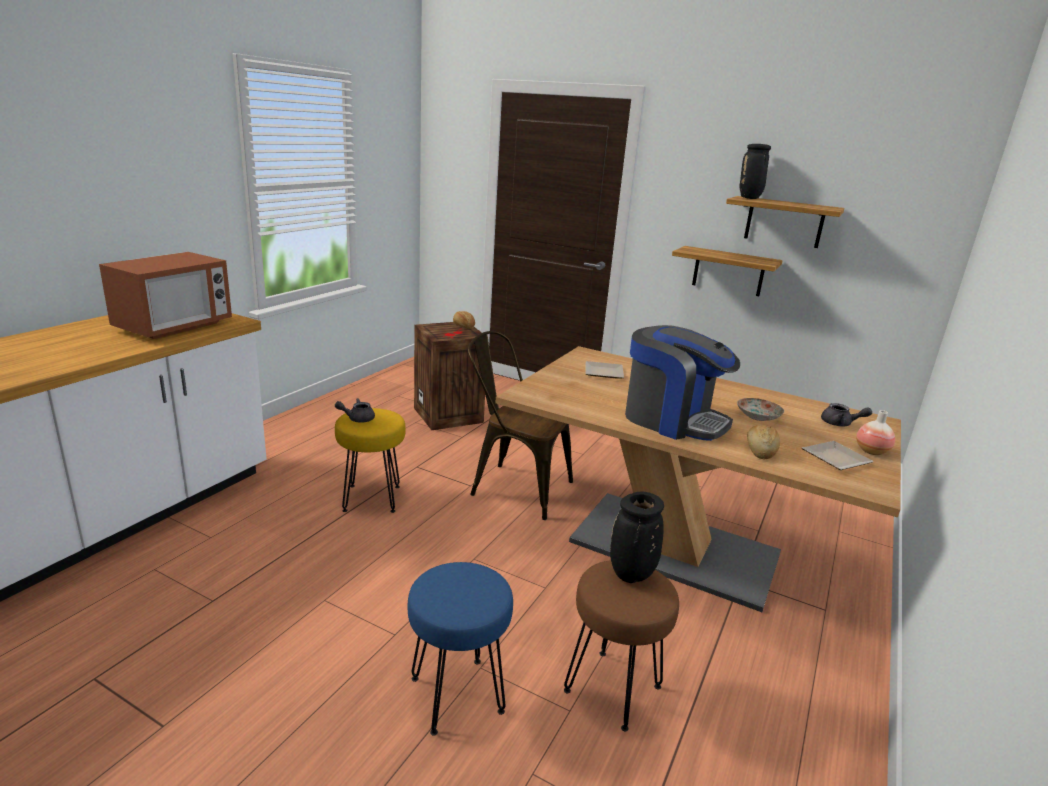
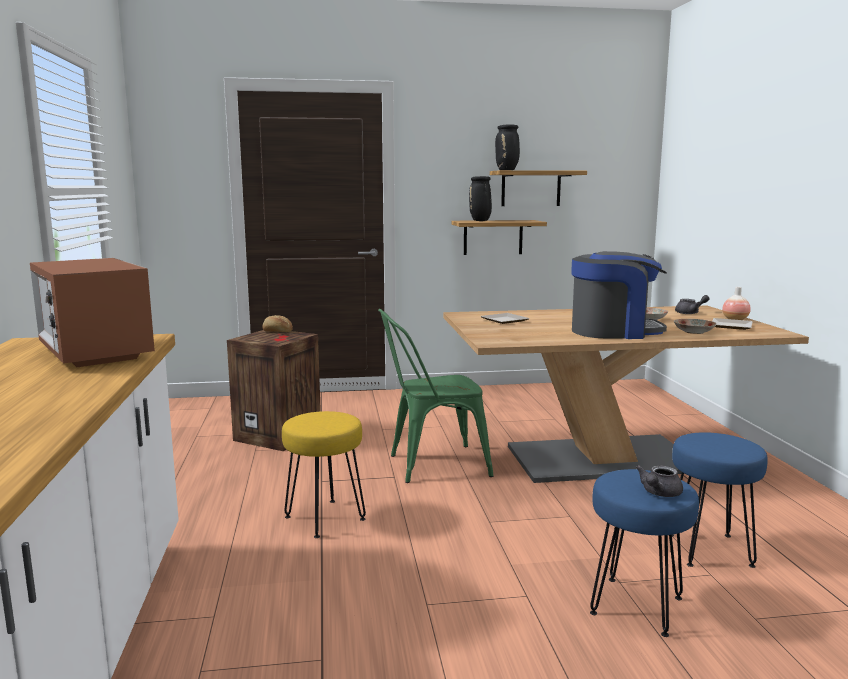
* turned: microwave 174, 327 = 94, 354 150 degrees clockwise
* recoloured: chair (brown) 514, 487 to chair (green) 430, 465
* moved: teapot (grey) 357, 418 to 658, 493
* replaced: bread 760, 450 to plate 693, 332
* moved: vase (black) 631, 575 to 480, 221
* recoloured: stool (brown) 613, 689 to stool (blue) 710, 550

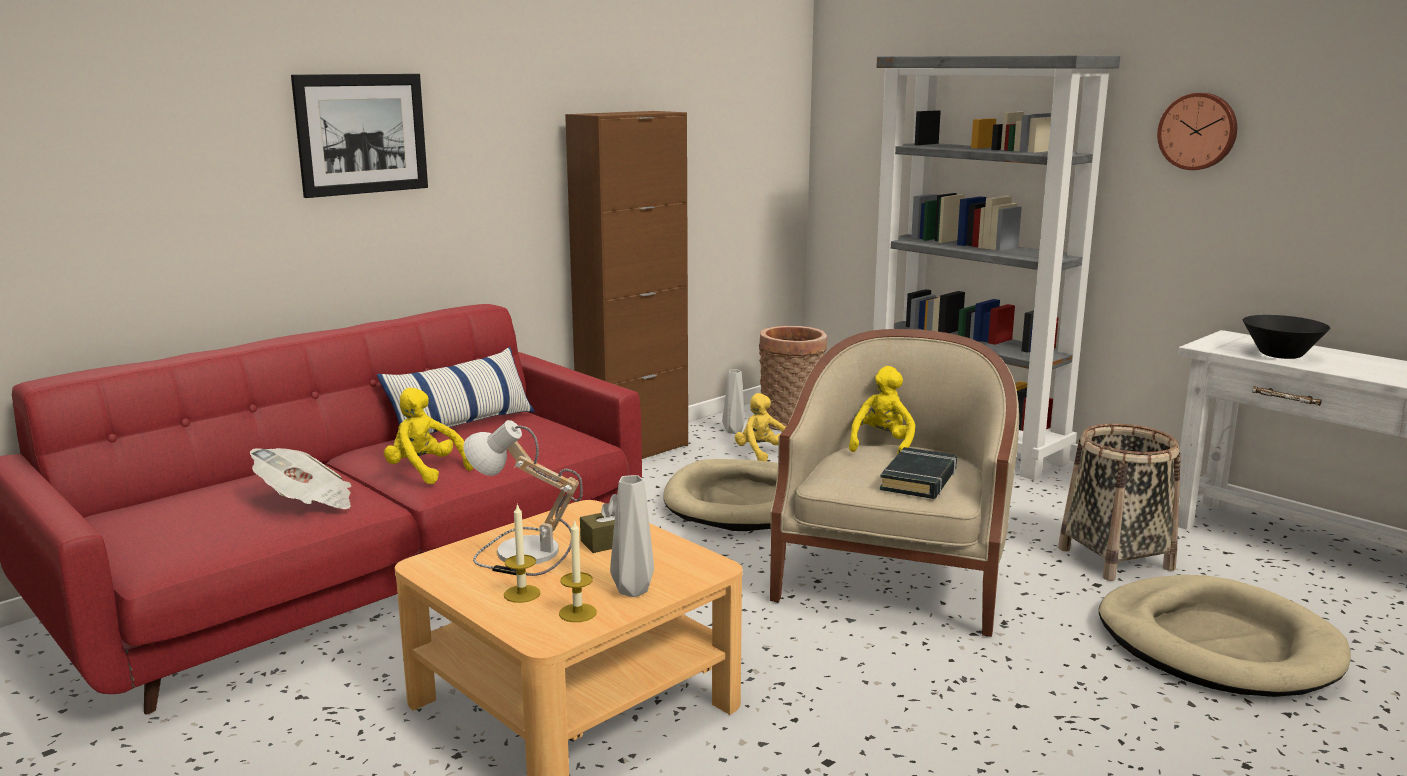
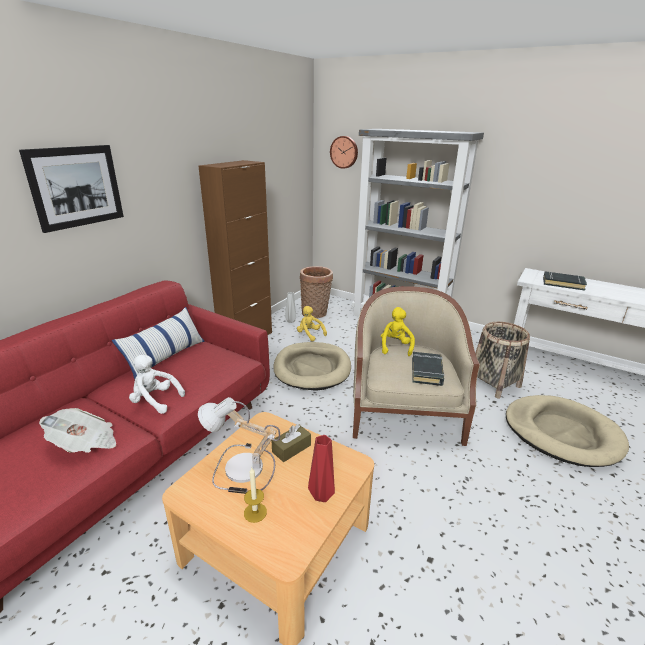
* moved: wall clock 1198, 131 to 344, 152
* replaced: bowl (black) 1280, 355 to book (black) 563, 283
* recoloured: plush toy (yellow) 425, 471 to plush toy (white) 155, 401
* recoloured: vase (grey) 633, 590 to vase (red) 321, 494
* removed: candle 577, 613

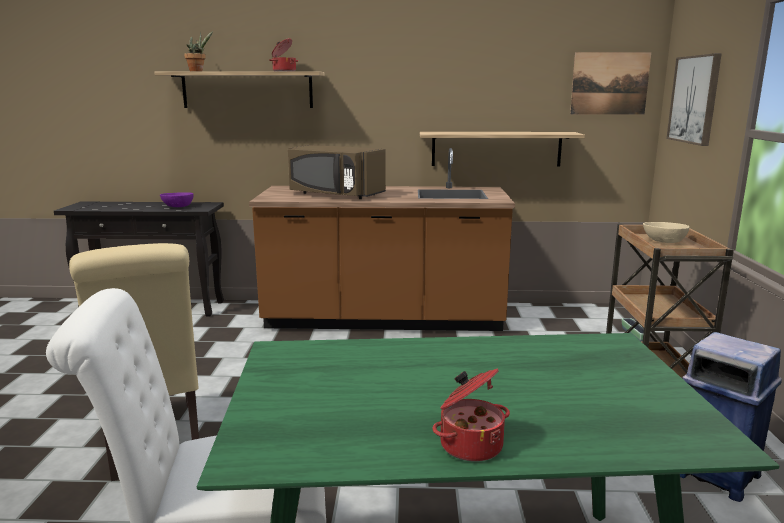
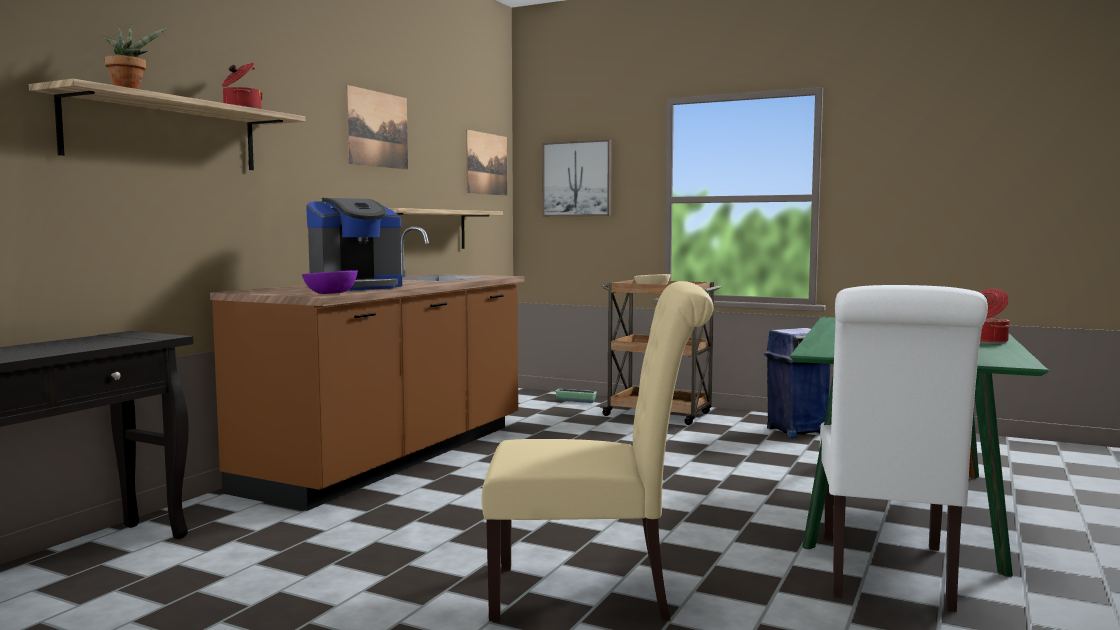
* replaced: microwave (brown) 335, 194 to coffee machine 356, 287
* moved: bowl (purple) 178, 207 to 331, 293
* added: picture 377, 129

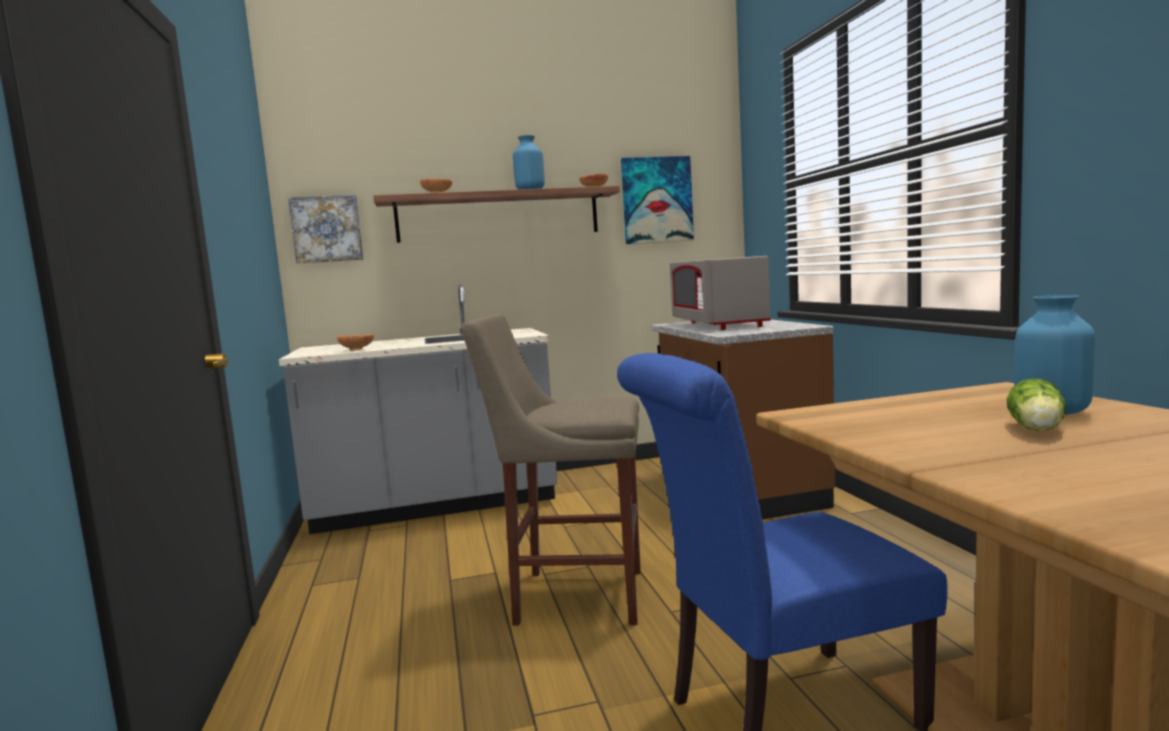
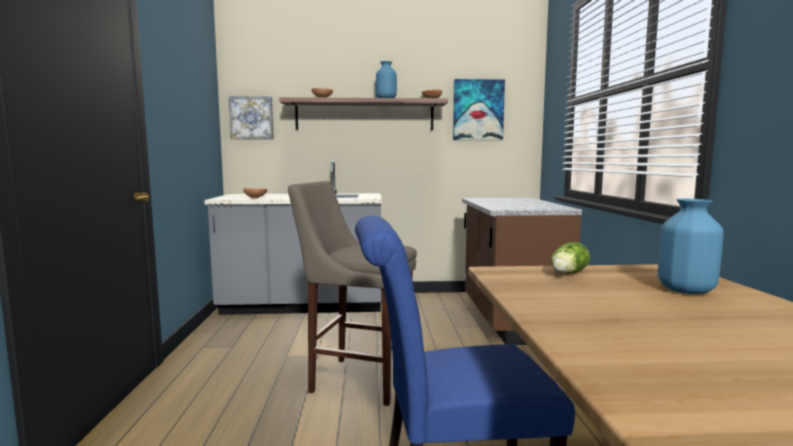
* removed: microwave (grey) 718, 325
* moved: lettuce 1036, 430 to 567, 273

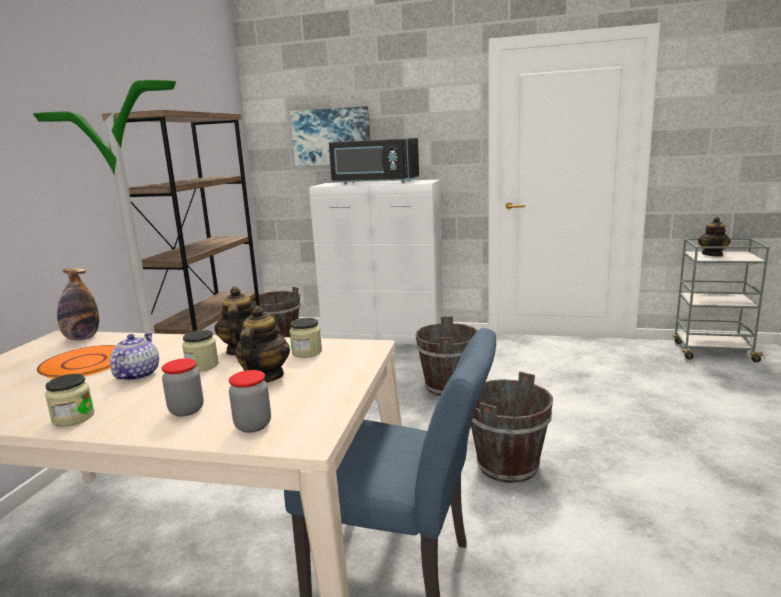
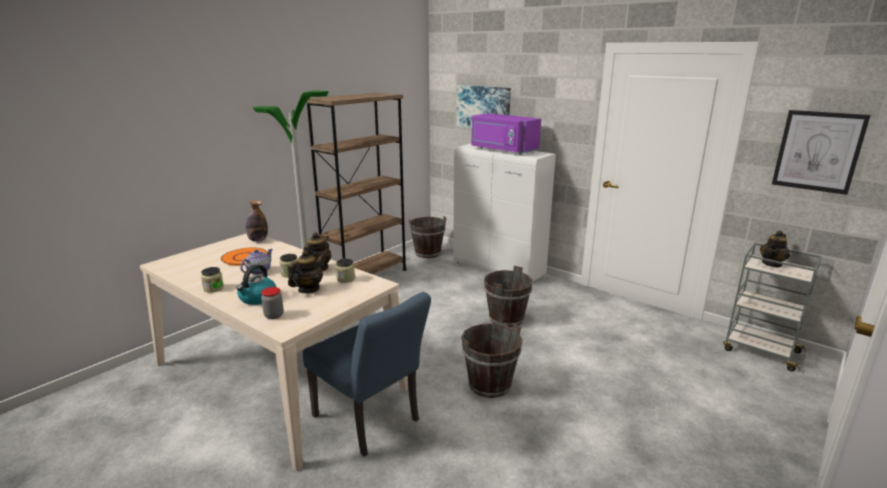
* recoloured: microwave (black) 374, 183 to microwave (purple) 502, 150
* replaced: jar 186, 410 to kettle 257, 298
* added: picture 818, 151

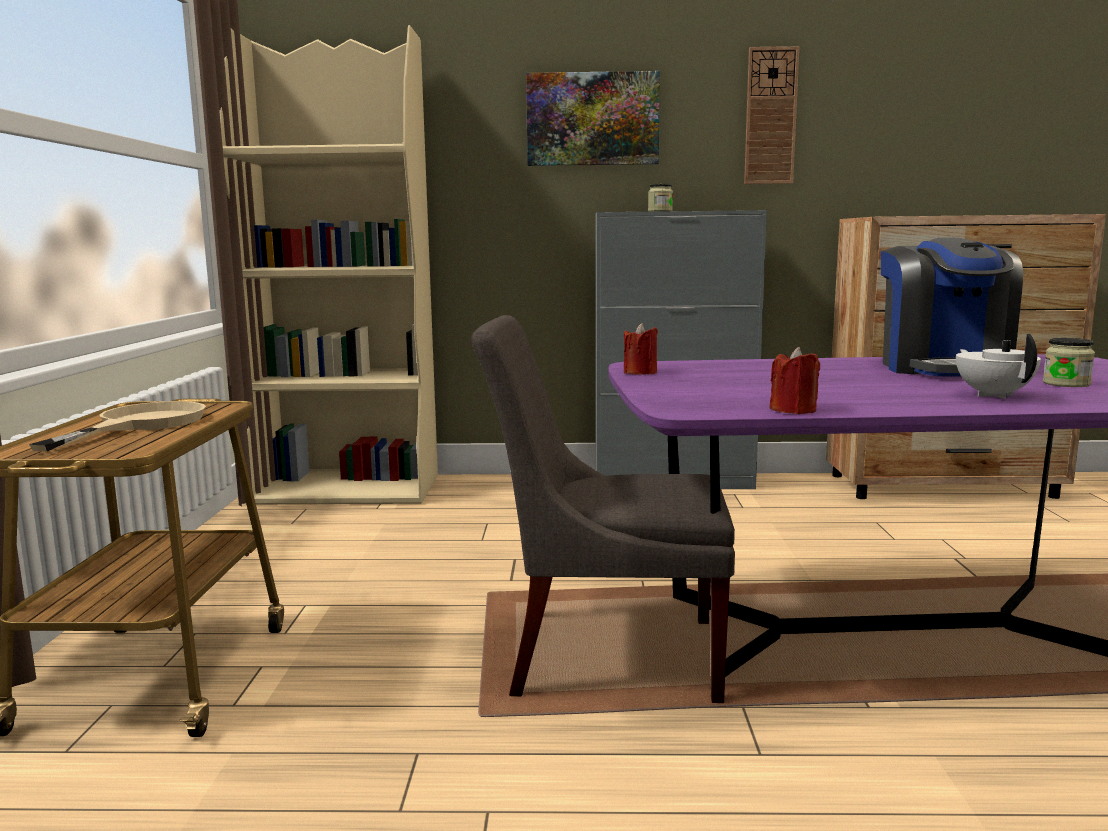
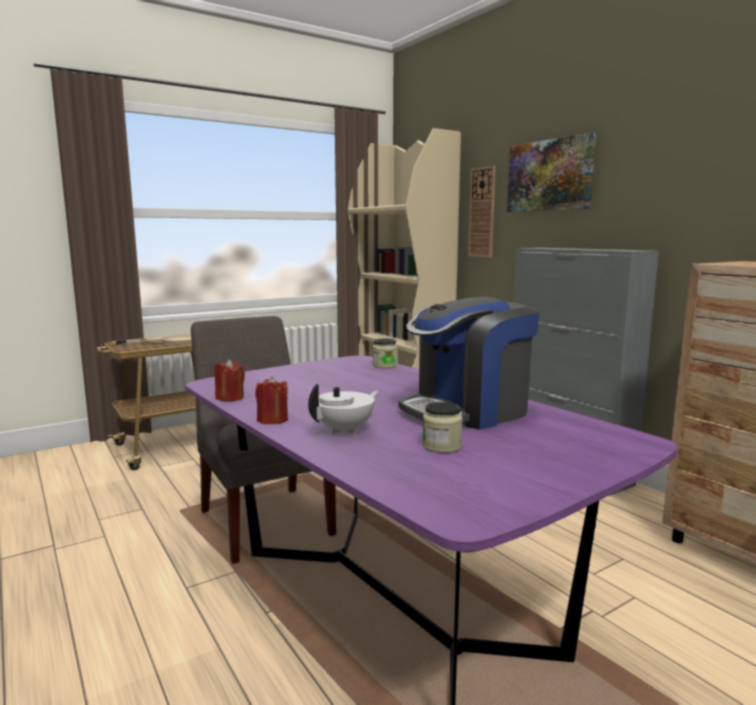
* moved: wall clock 770, 116 to 482, 212
* moved: jar 660, 211 to 384, 365
* moved: candle (red) 640, 373 to 272, 420

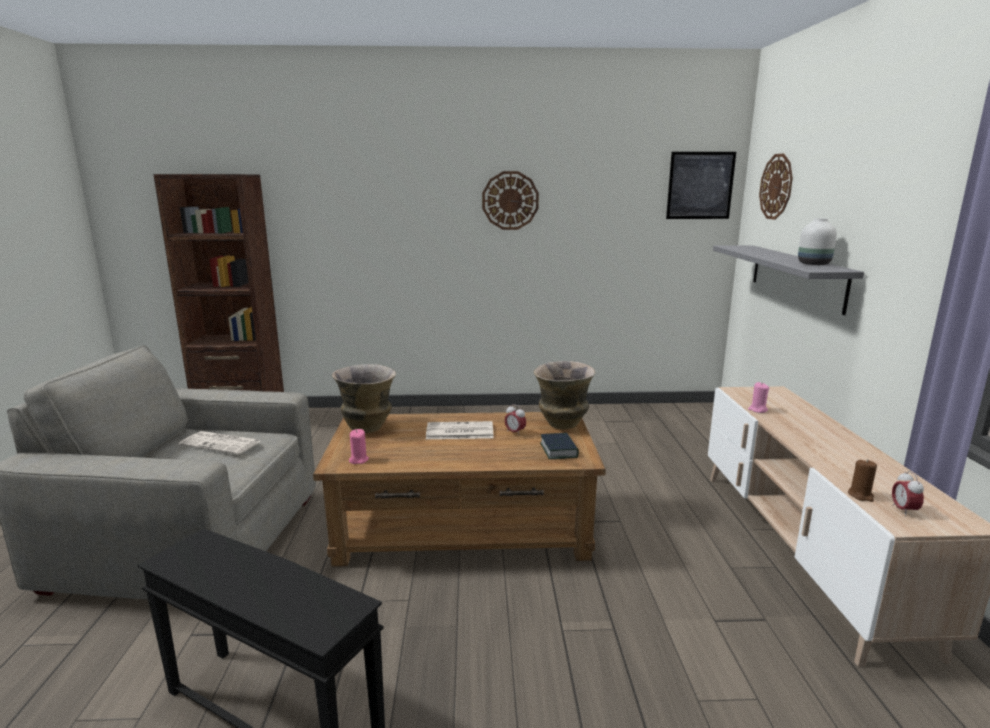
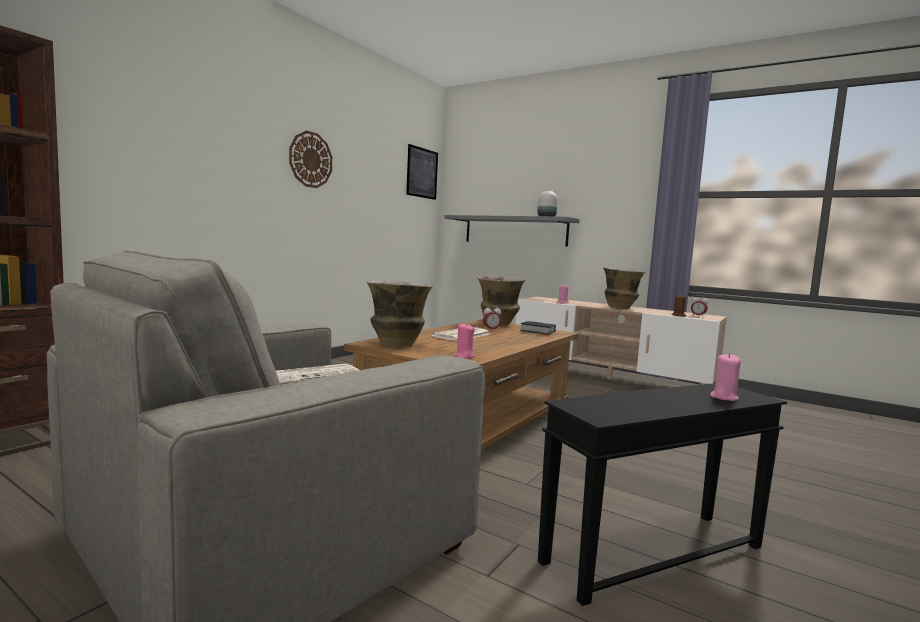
* removed: wall clock 776, 186
* added: vase 620, 308
* added: candle (pink) 723, 397

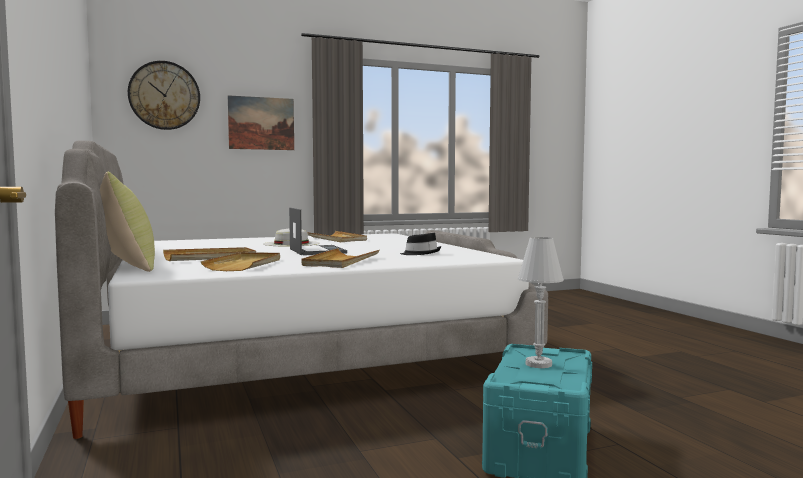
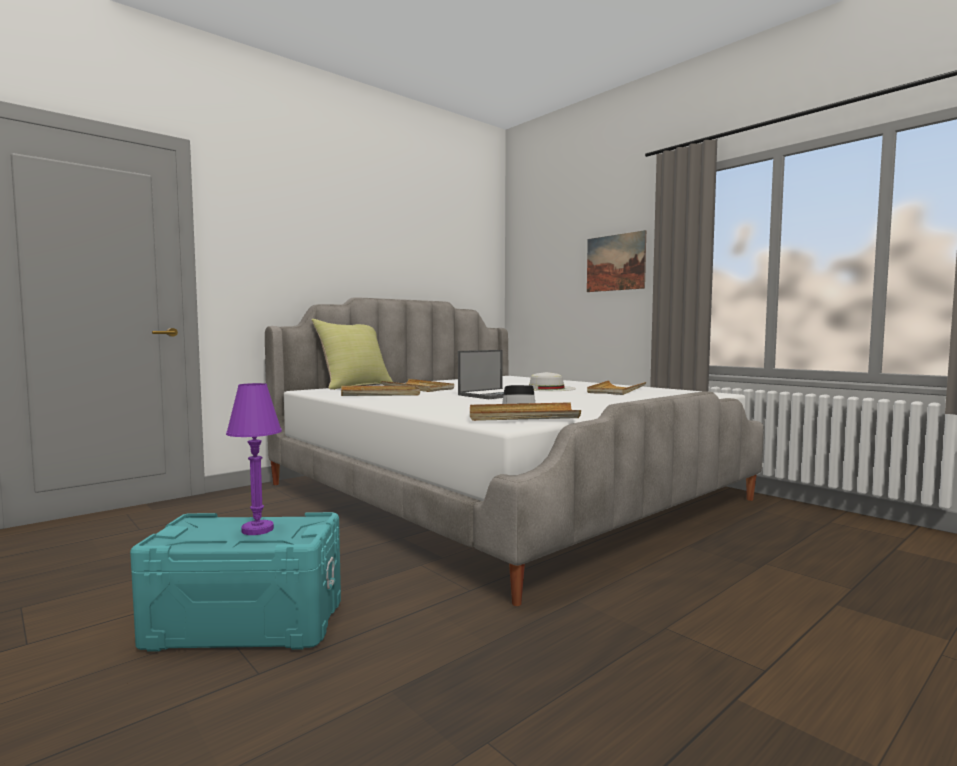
* removed: wall clock 164, 95
* recoloured: table lamp (white) 538, 364 to table lamp (purple) 257, 530
* moved: tray (beige) 341, 261 to 522, 416

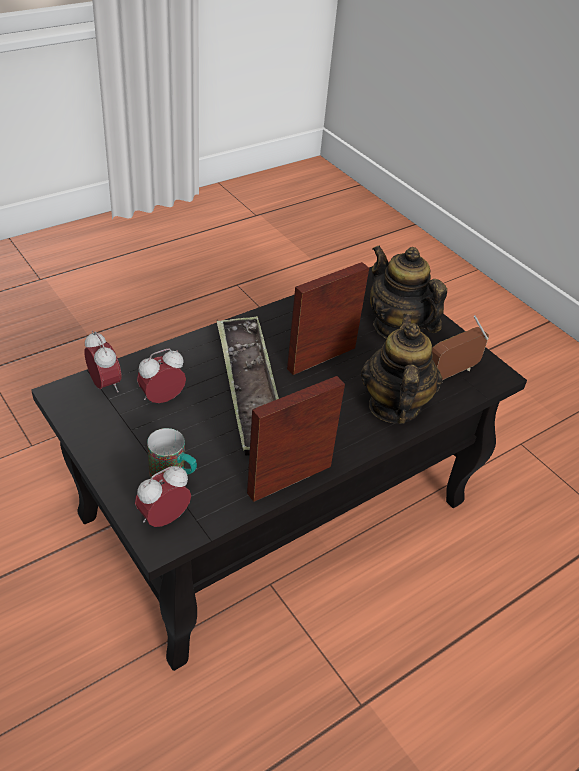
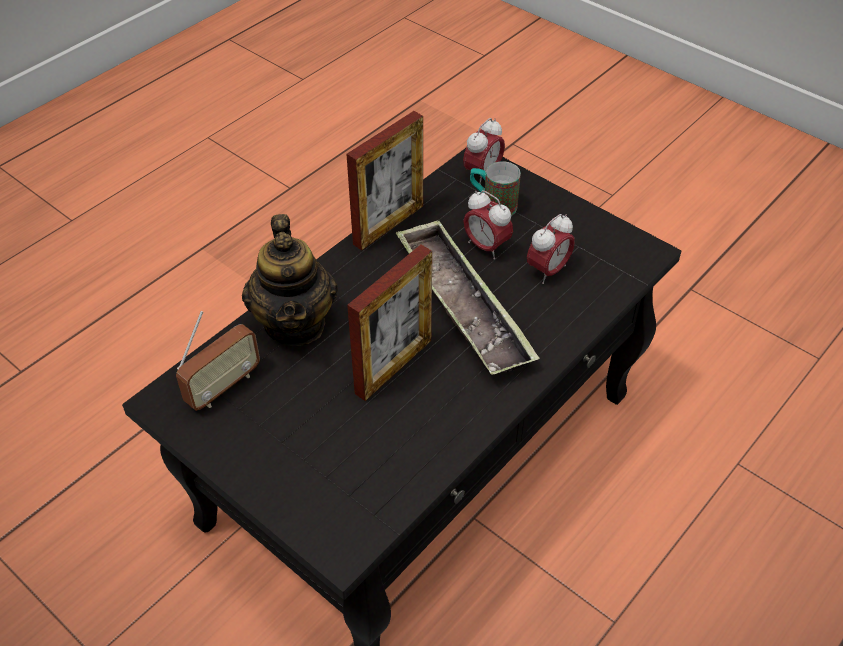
* removed: teapot 396, 327
* moved: alarm clock 105, 384 to 486, 247

